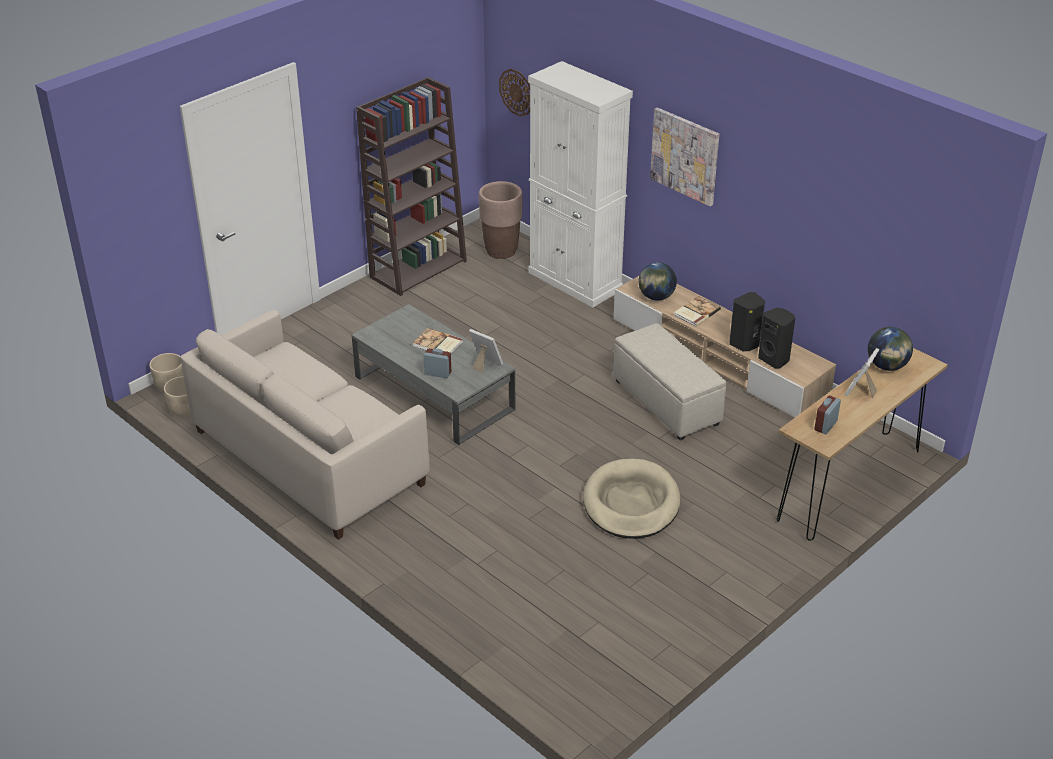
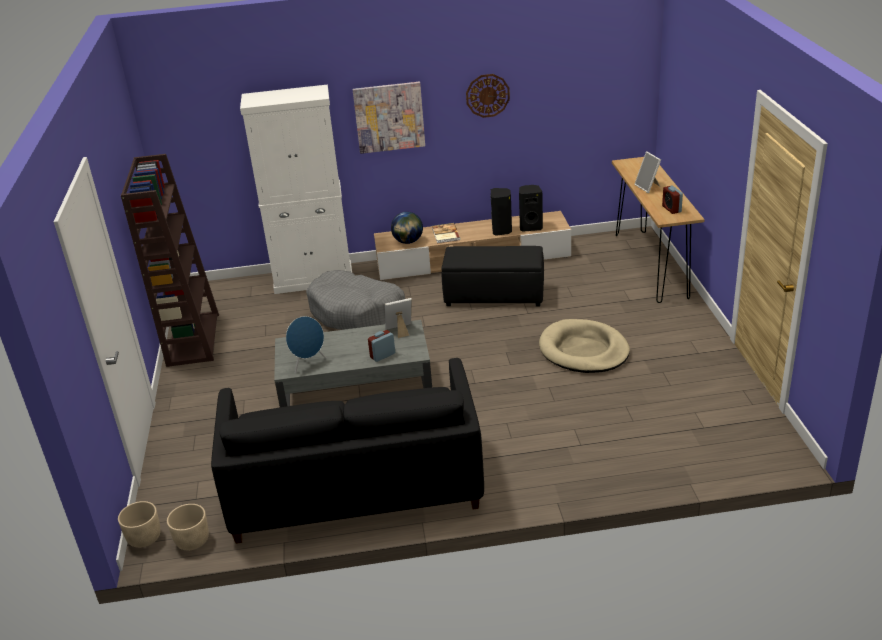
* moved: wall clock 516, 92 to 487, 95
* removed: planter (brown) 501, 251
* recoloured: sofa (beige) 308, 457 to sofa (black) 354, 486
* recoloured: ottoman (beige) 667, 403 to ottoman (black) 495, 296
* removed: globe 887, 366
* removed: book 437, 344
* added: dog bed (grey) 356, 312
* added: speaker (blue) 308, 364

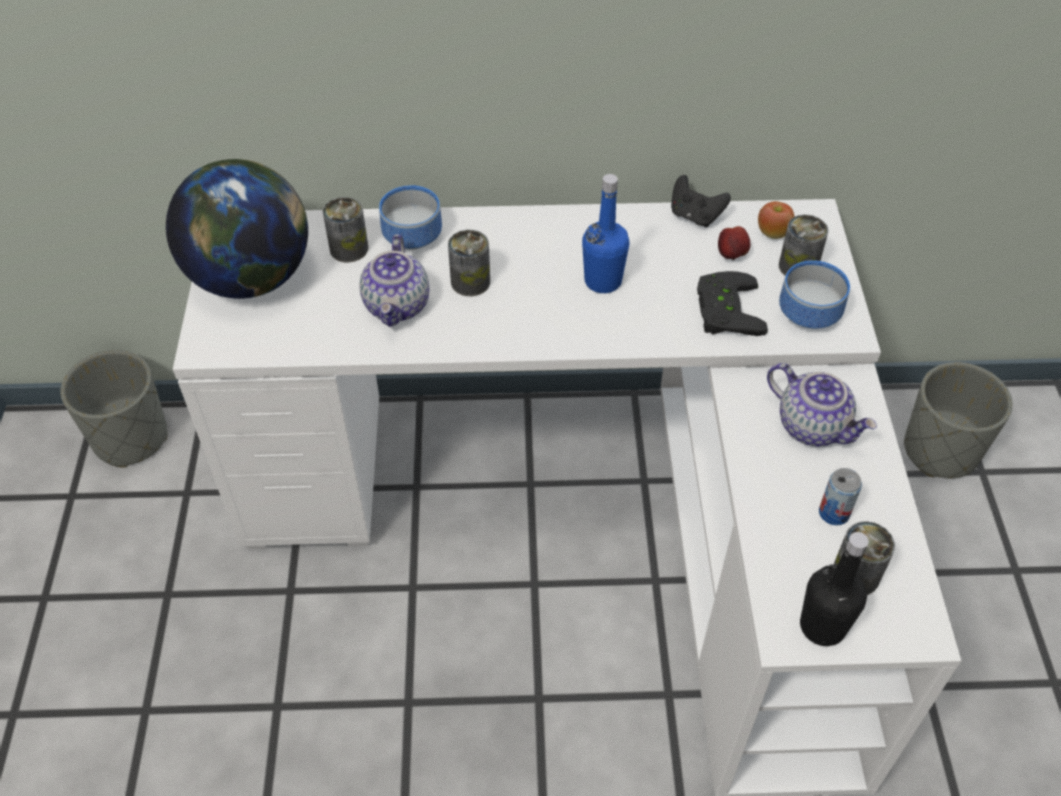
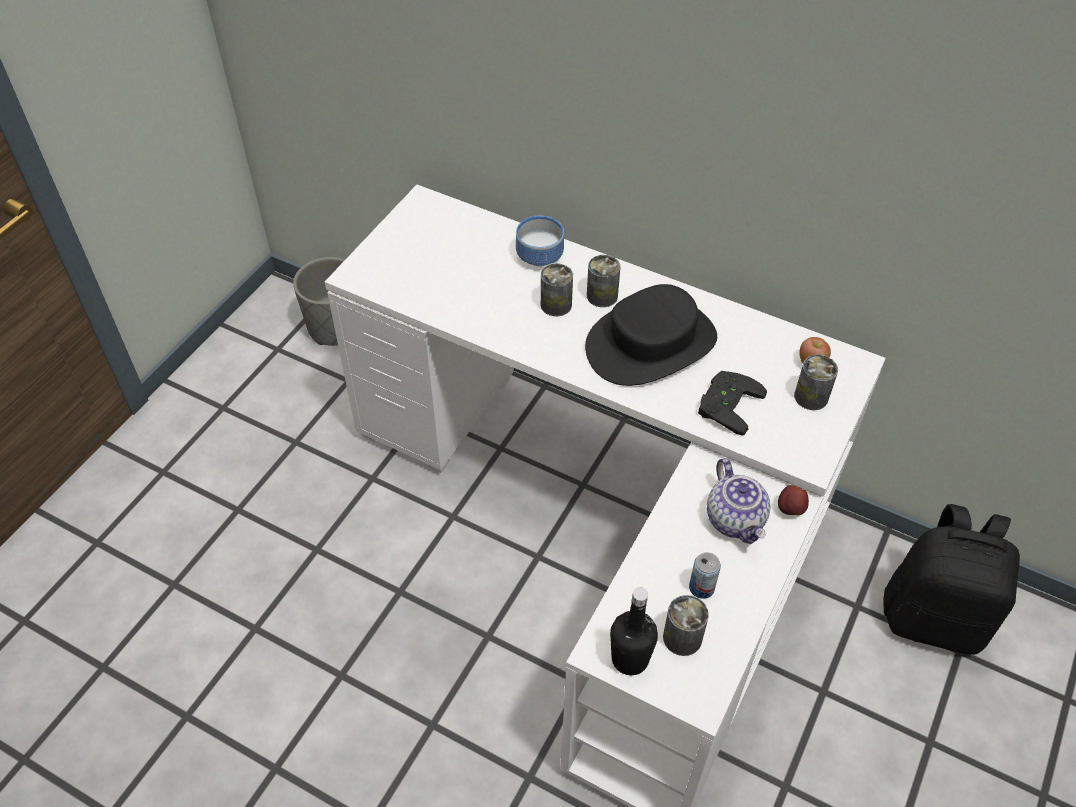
* removed: globe 252, 277
* replaced: bottle (blue) 603, 281 to hat (black) 651, 344
* removed: game controller (black) 695, 216
* moved: can 349, 249 to 602, 296
* moved: apple 732, 255 to 790, 510
* removed: teapot 398, 306
* removed: bowl 810, 313
* replaced: planter (grey) 940, 450 to backpack (black) 934, 617

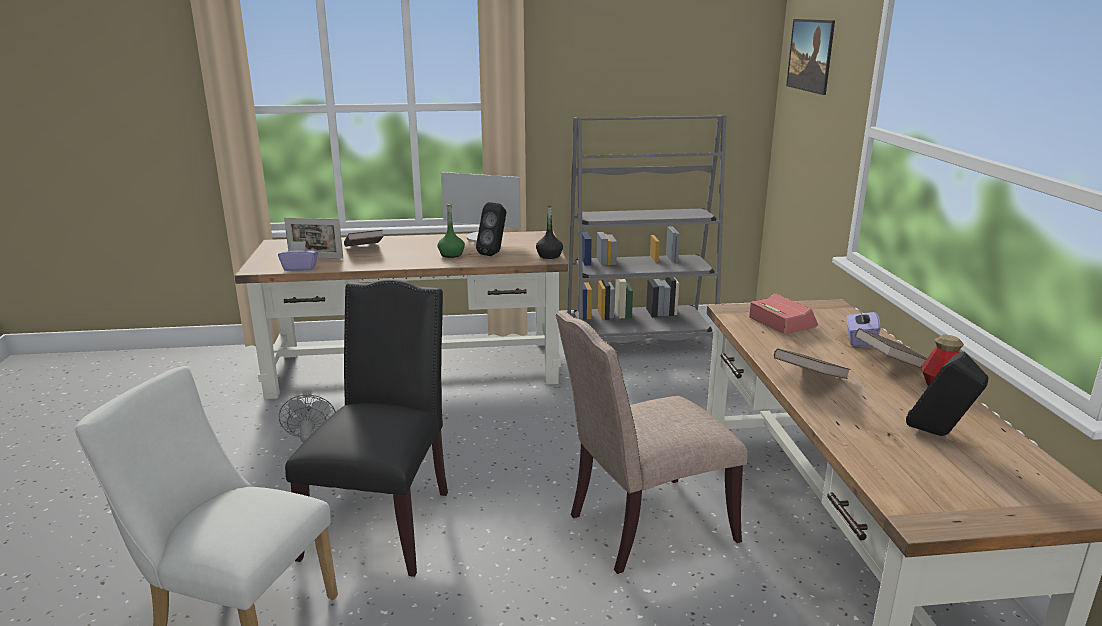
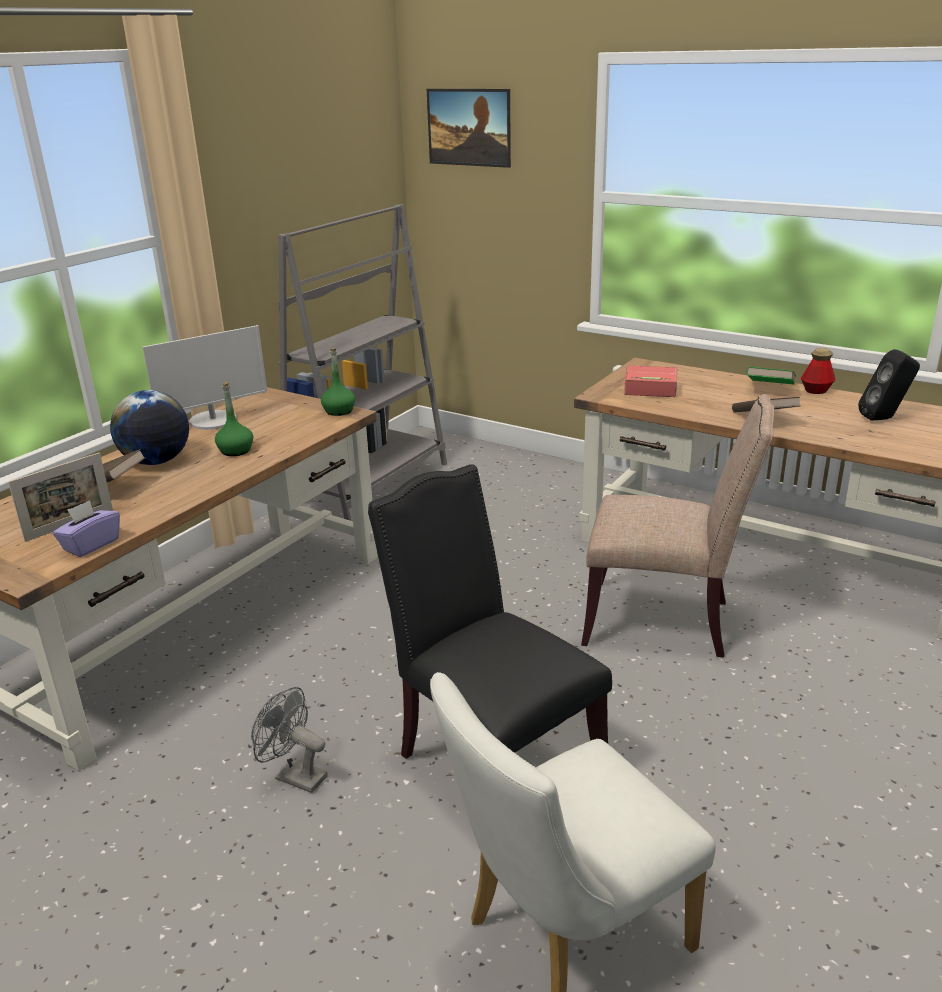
* removed: speaker (black) 494, 253
* recoloured: bottle (black) 549, 256 to bottle (green) 339, 411
* removed: tissue box (purple) 859, 340
* turned: chair (beige) 644, 527 = 664, 621 90 degrees counterclockwise
* recoloured: book (brown) 892, 365 to book (green) 769, 389
* added: globe 156, 461

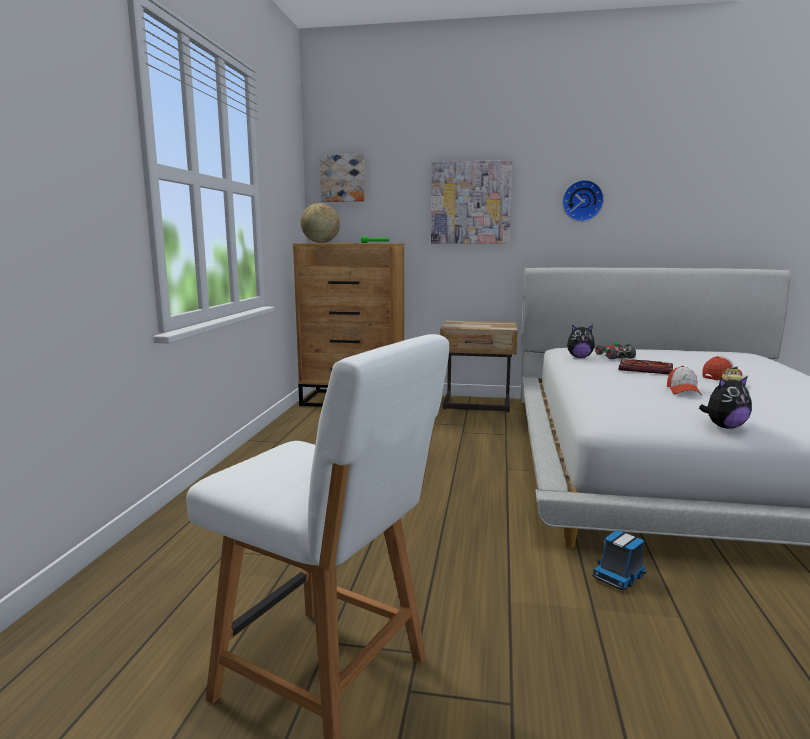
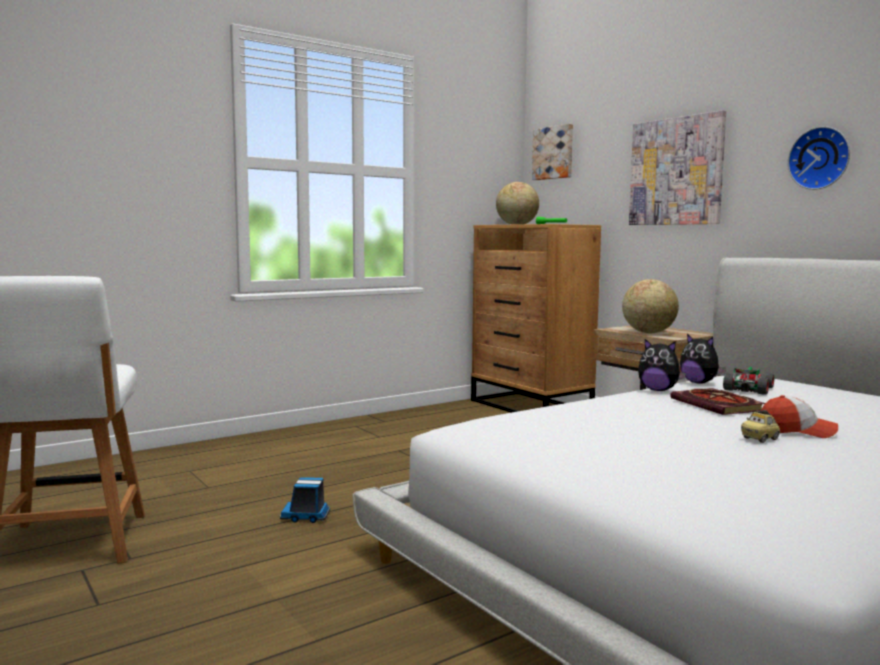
* removed: cap 683, 391
* moved: plush toy 724, 427 to 658, 390
* moved: toy truck 619, 576 to 306, 516
* added: globe 648, 332

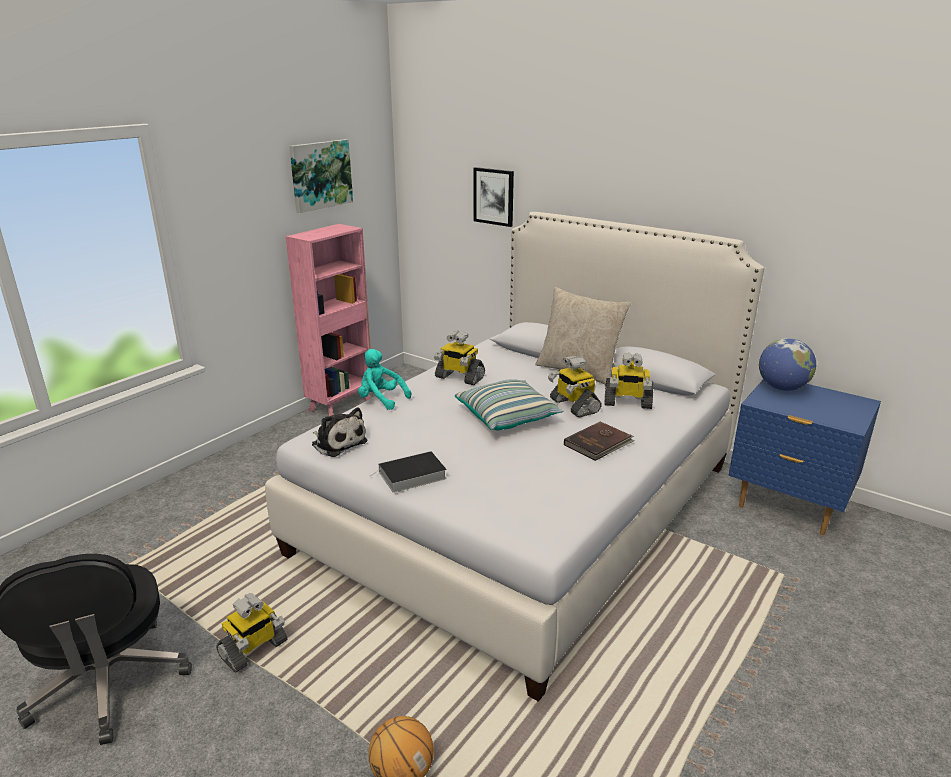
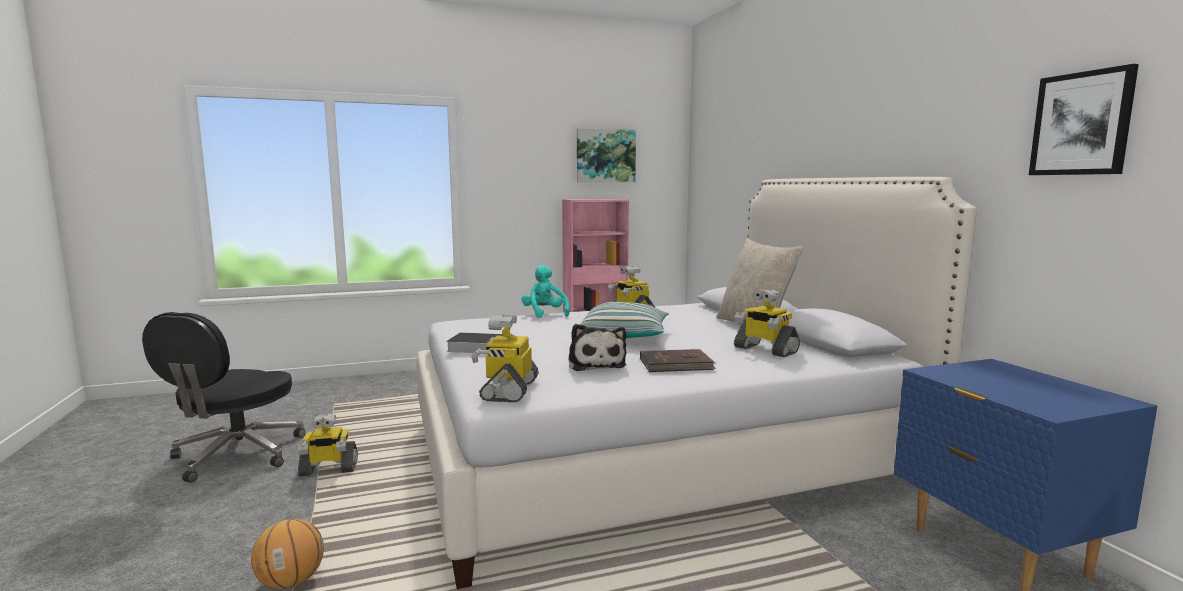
* moved: picture 494, 196 to 1081, 124
* removed: globe 782, 388
* moved: toy robot 573, 406 to 508, 390
* moved: plush toy 338, 442 to 596, 364

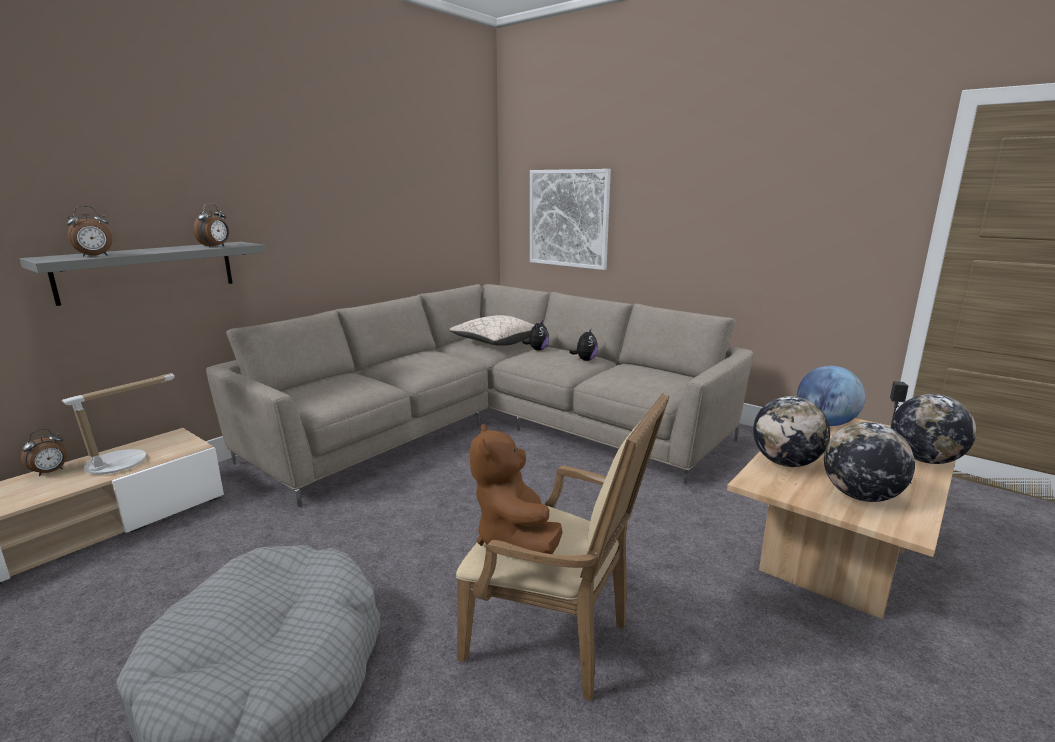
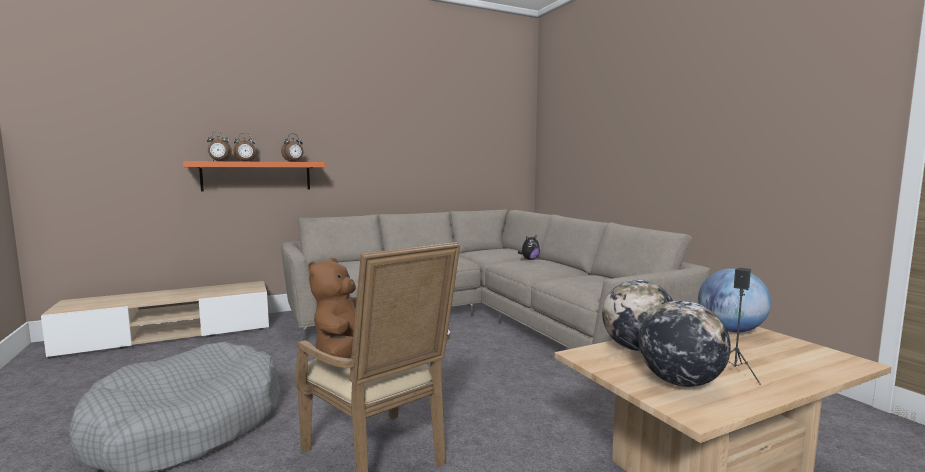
* removed: picture 568, 218
* recoloured: shelf (grey) 148, 271 to shelf (orange) 257, 176
* removed: pillow (beige) 495, 342
* removed: plush toy 585, 360
* removed: table lamp 125, 461
* removed: globe 924, 460
* moved: alarm clock 50, 472 to 245, 161

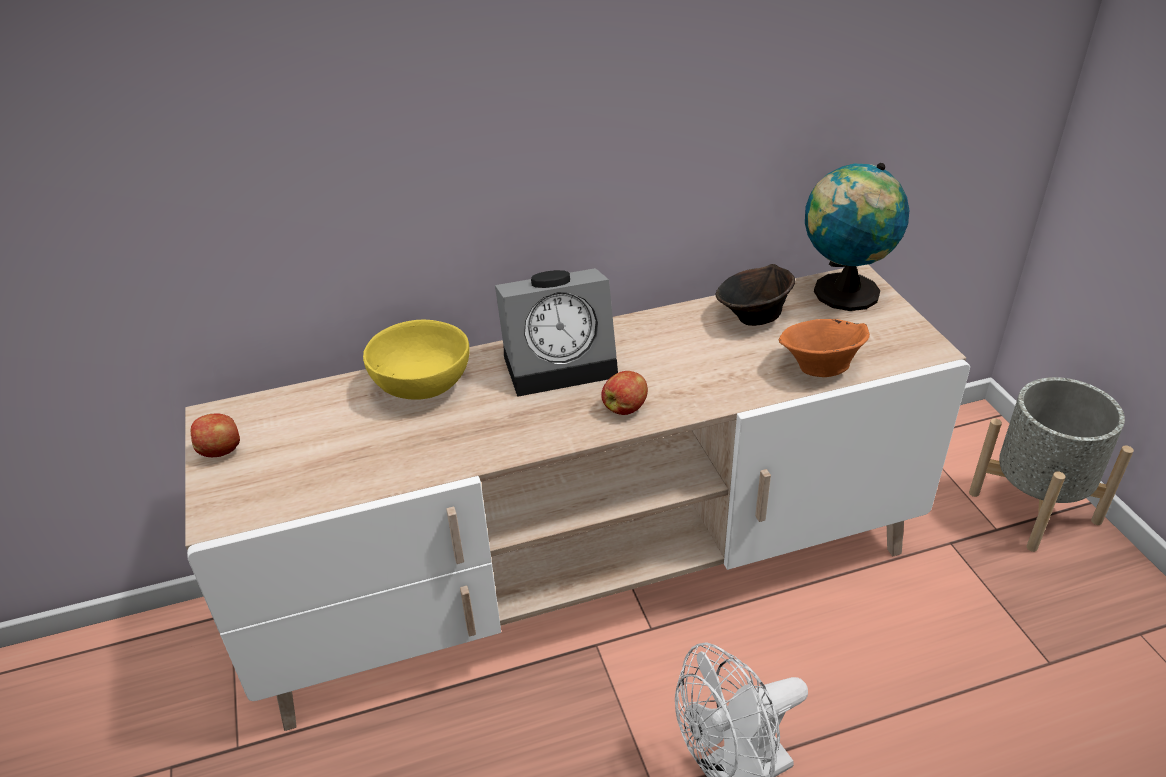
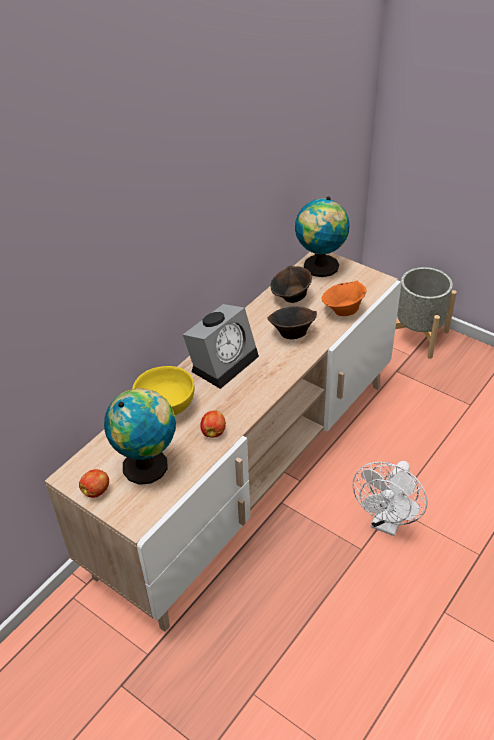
* moved: apple 625, 408 to 213, 432
* added: bowl (brown) 291, 333
* added: globe 148, 465

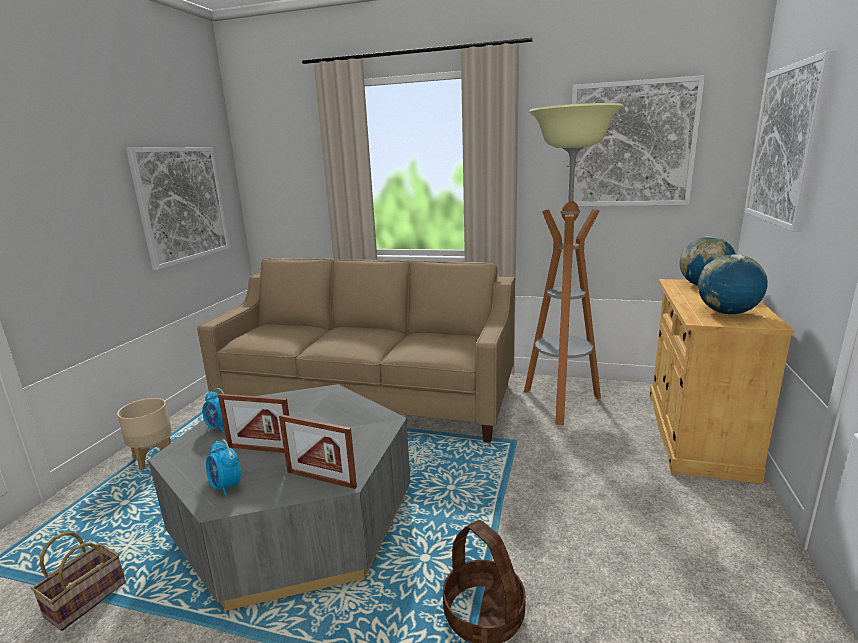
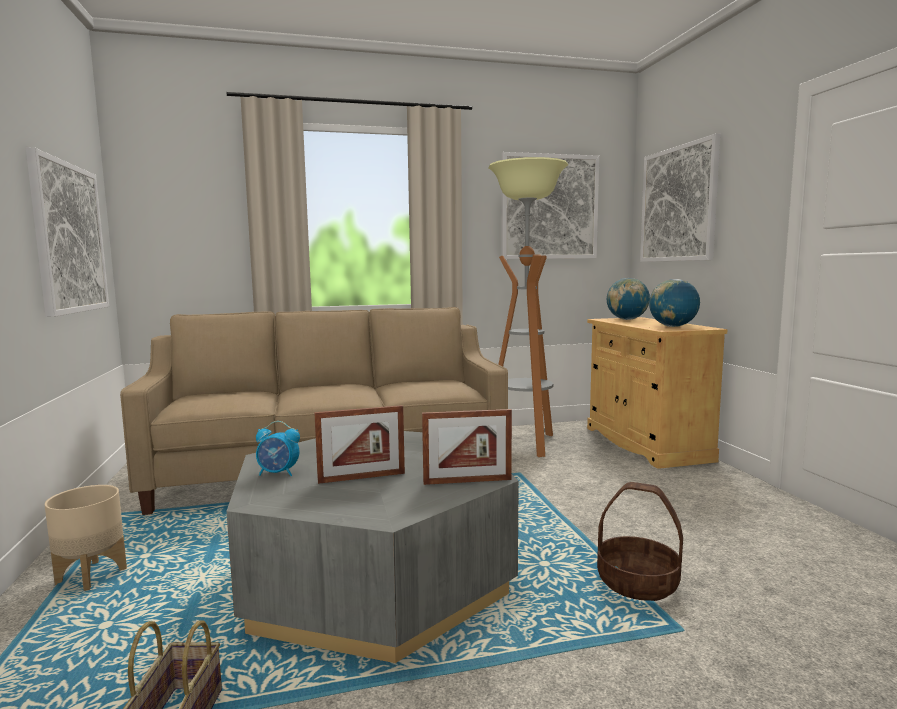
* removed: alarm clock 226, 487

